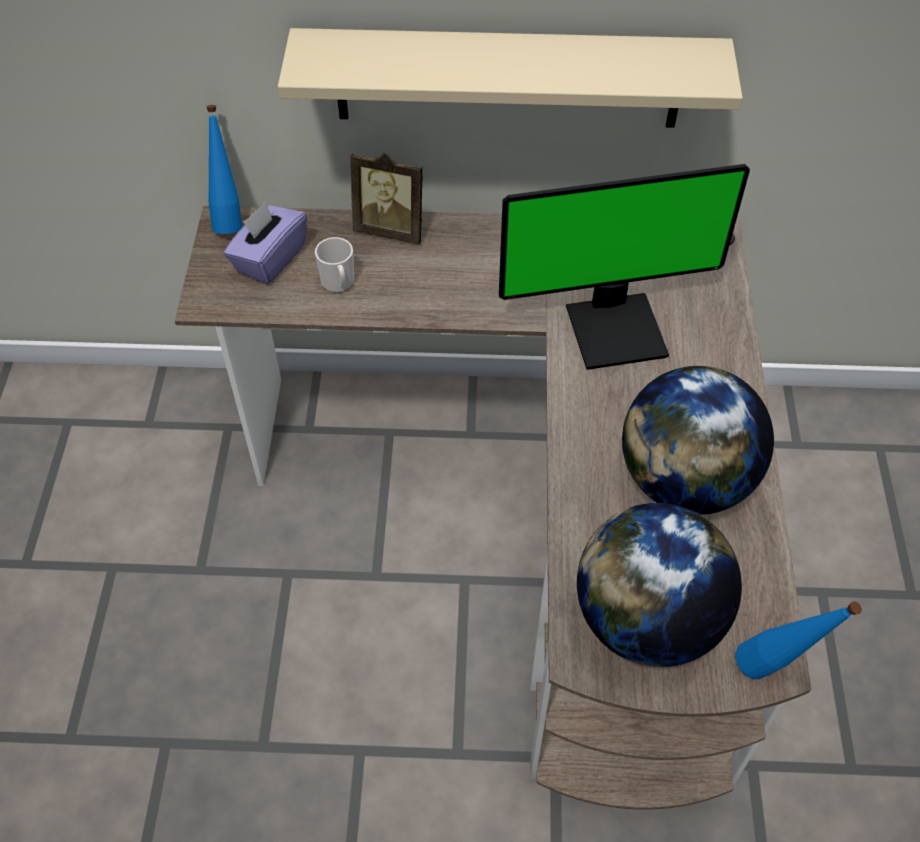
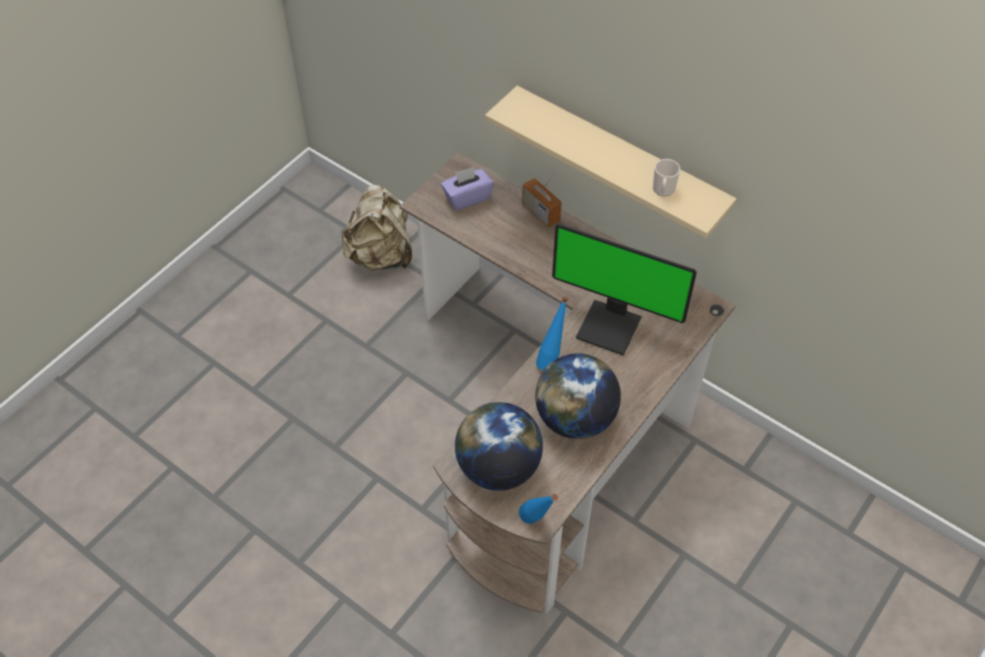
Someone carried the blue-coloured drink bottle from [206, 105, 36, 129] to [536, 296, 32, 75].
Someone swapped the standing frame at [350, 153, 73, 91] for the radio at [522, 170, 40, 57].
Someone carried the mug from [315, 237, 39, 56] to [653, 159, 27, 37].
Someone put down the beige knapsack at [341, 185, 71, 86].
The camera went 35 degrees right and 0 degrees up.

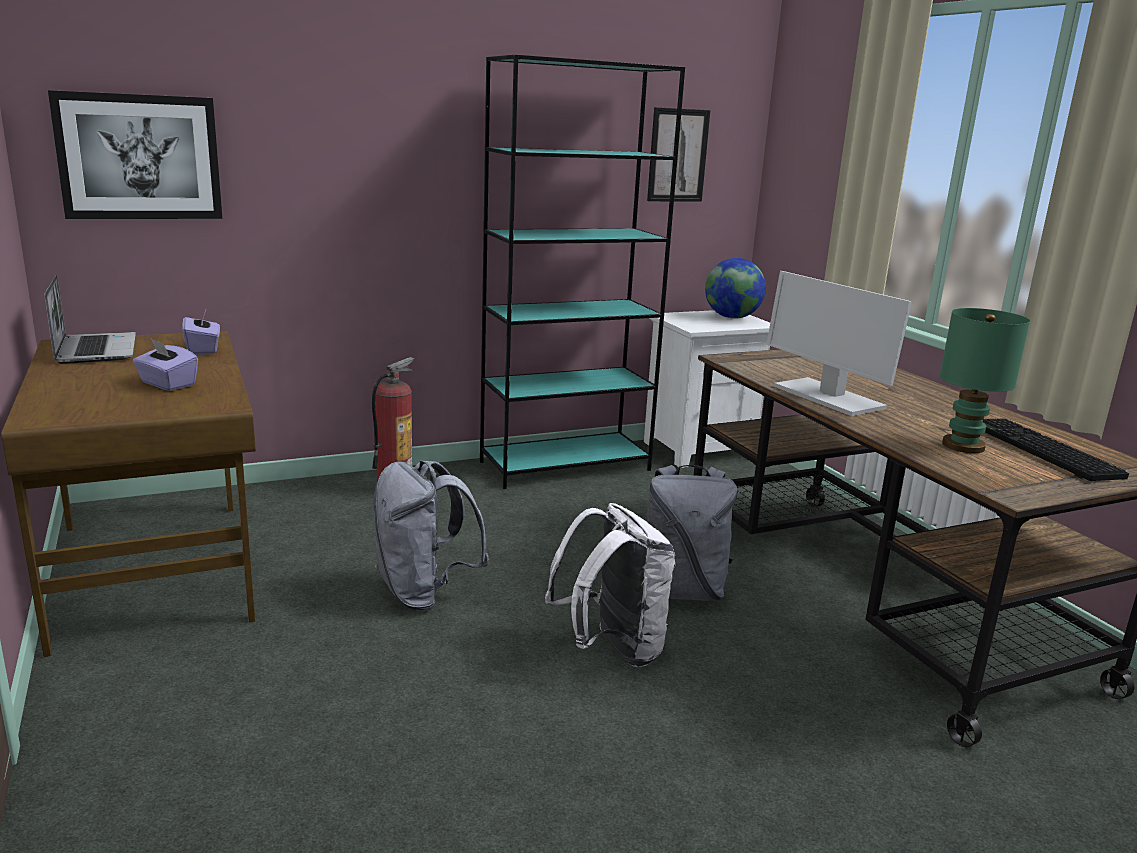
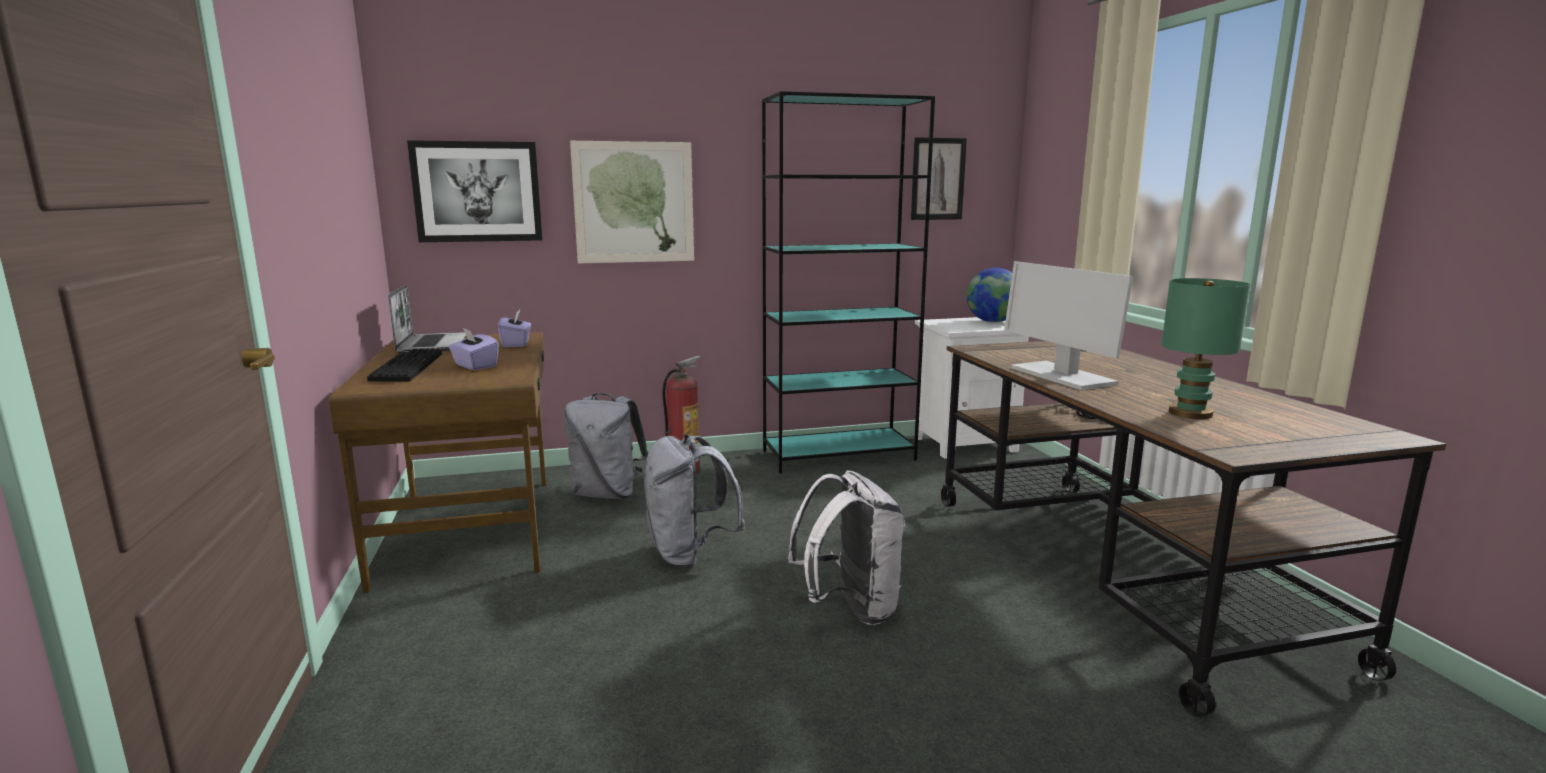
Someone carried the keyboard from [983, 418, 146, 63] to [367, 349, 75, 33].
Someone carried the greyish knapsack from [645, 465, 93, 136] to [564, 393, 84, 106].
Someone put up the picture at [570, 141, 124, 122].
The camera went 10 degrees right and 5 degrees down.

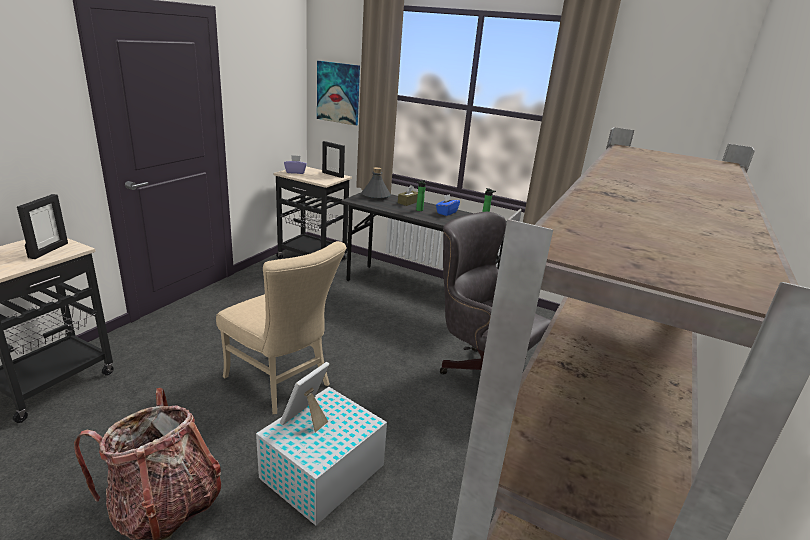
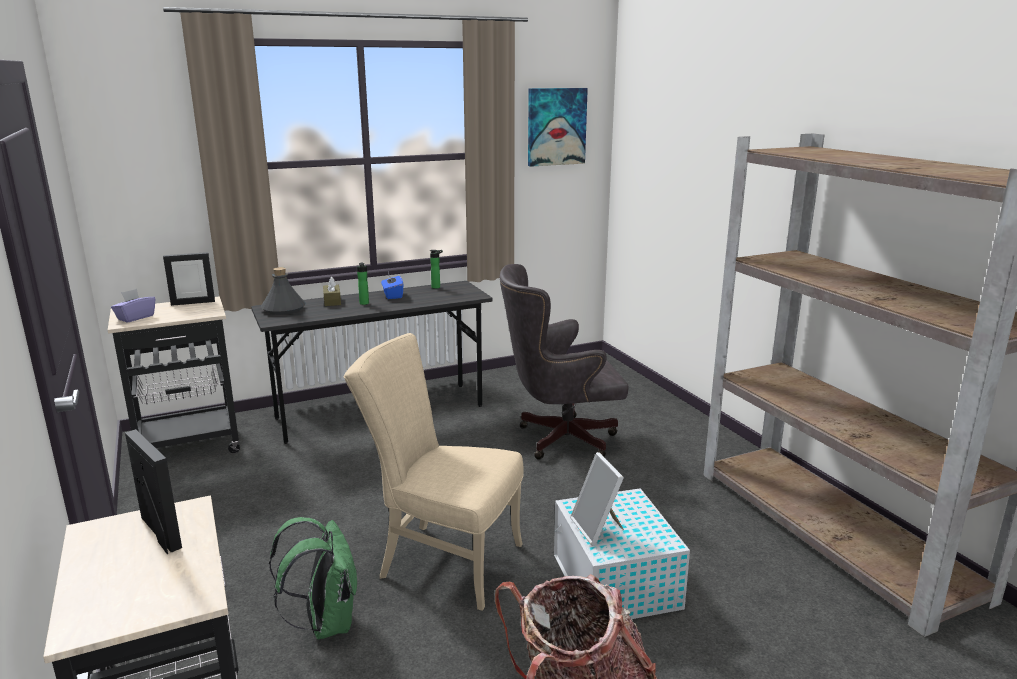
Someone carried the picture from [317, 61, 43, 65] to [528, 88, 60, 79].
Someone rotated the beige plain chair at [216, 241, 131, 173] by 150 degrees counterclockwise.
Someone put down the green knapsack at [269, 517, 88, 123].
The camera went 50 degrees left and 5 degrees down.

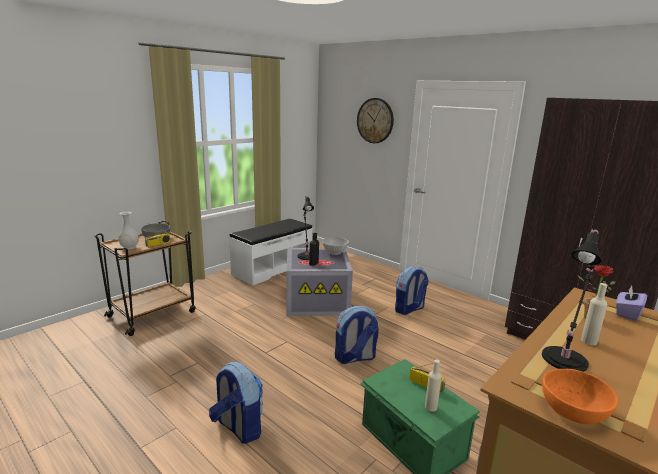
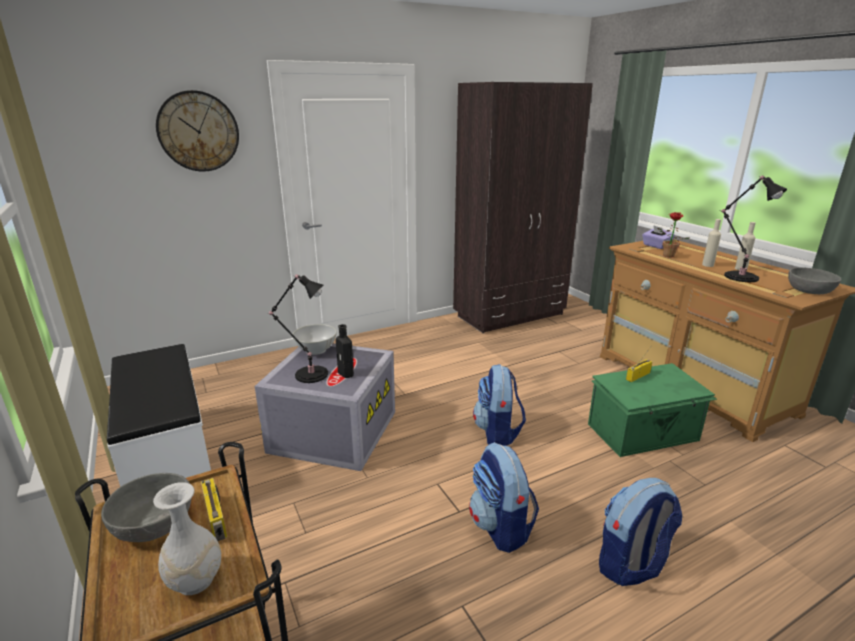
Someone carried the knapsack from [395, 266, 34, 49] to [469, 442, 70, 111].
Someone carried the beige drink bottle from [425, 360, 17, 52] to [735, 222, 21, 48].
Someone repainted the orange-coloured bowl at [542, 369, 76, 55], which became the greyish bowl at [788, 267, 53, 27].
The camera went 70 degrees left and 5 degrees up.

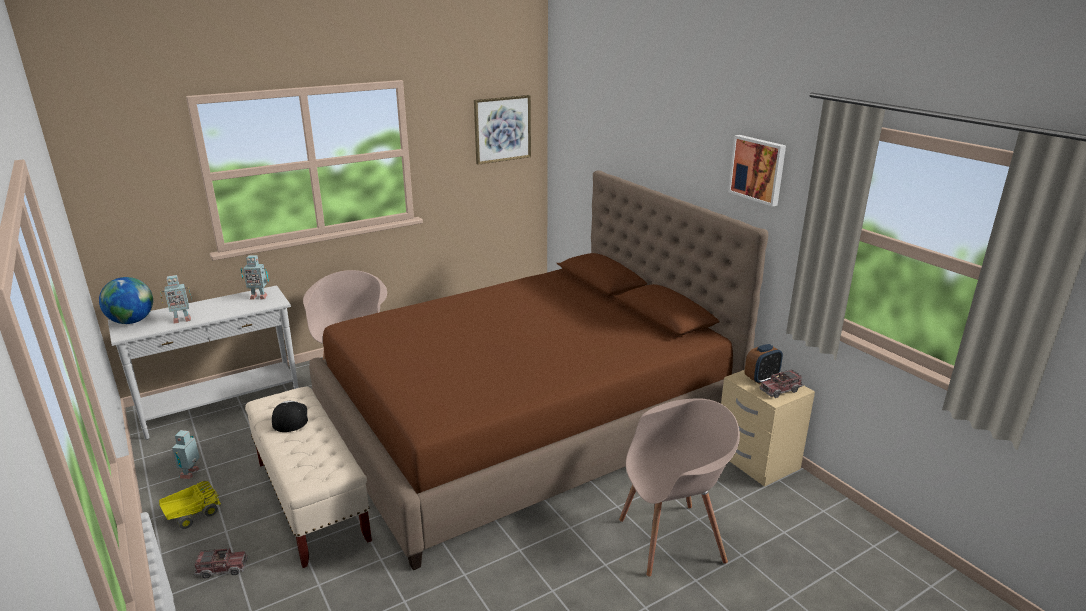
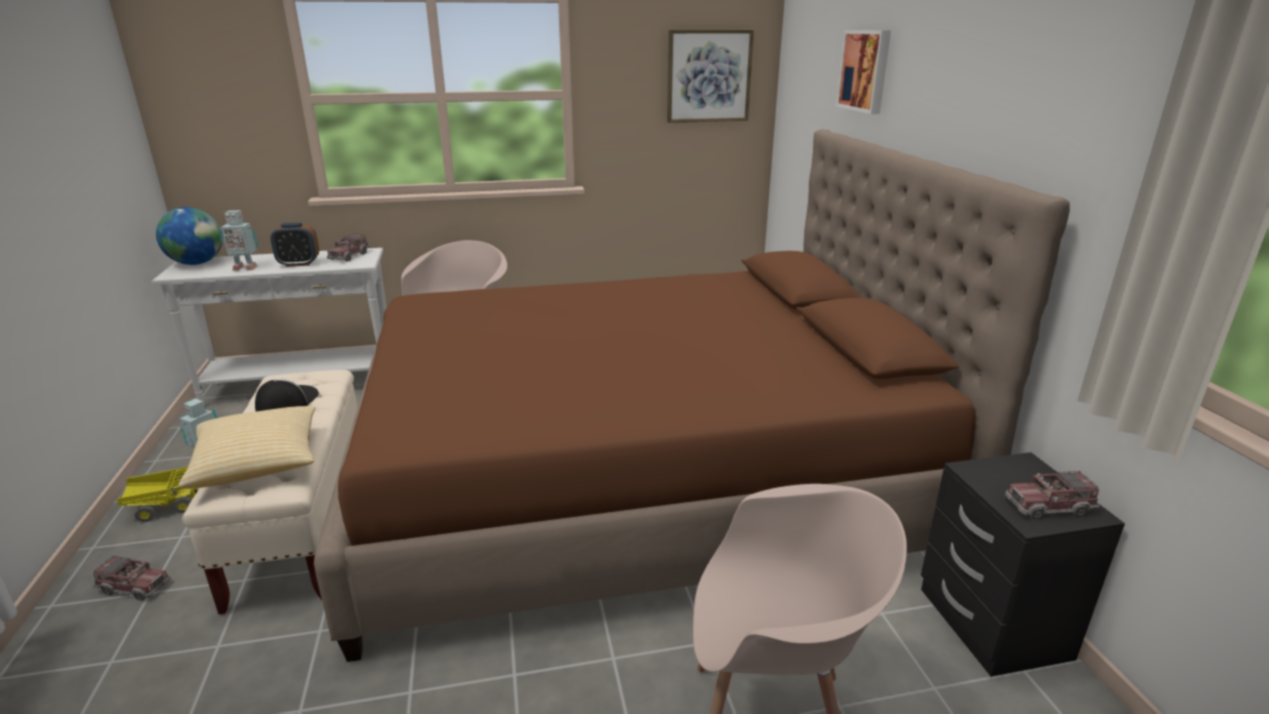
Someone carried the picture from [728, 135, 58, 72] to [836, 30, 55, 84].
Someone swapped the toy robot at [241, 255, 28, 45] for the model truck at [327, 234, 43, 27].
Someone carried the bedside clock from [745, 344, 38, 40] to [270, 223, 49, 44].
Someone repainted the beige bedside table at [721, 370, 94, 117], which became the black-coloured bedside table at [921, 452, 204, 225].
Someone put down the throw pillow at [179, 406, 136, 83].
The camera went 20 degrees right and 0 degrees up.

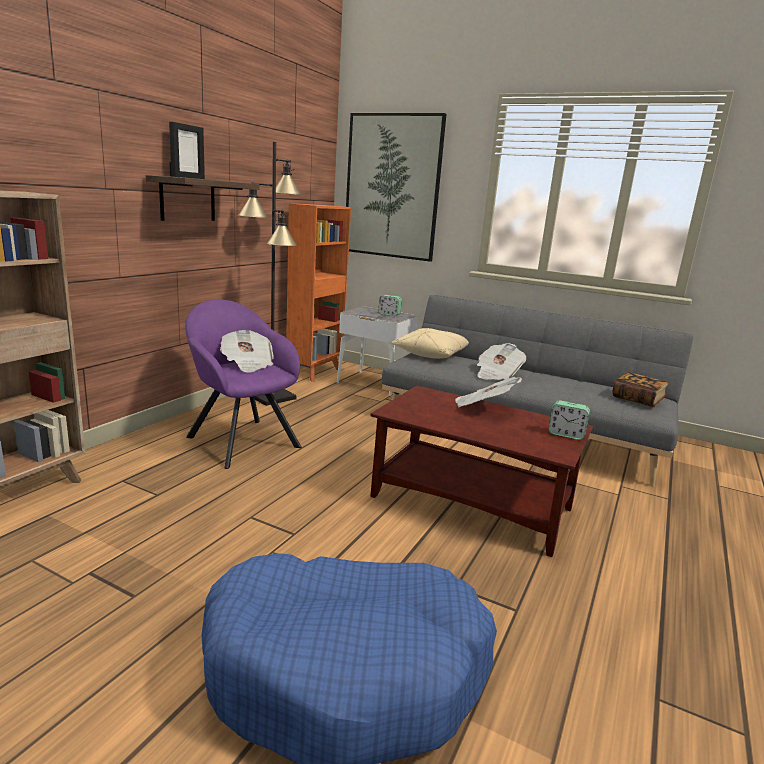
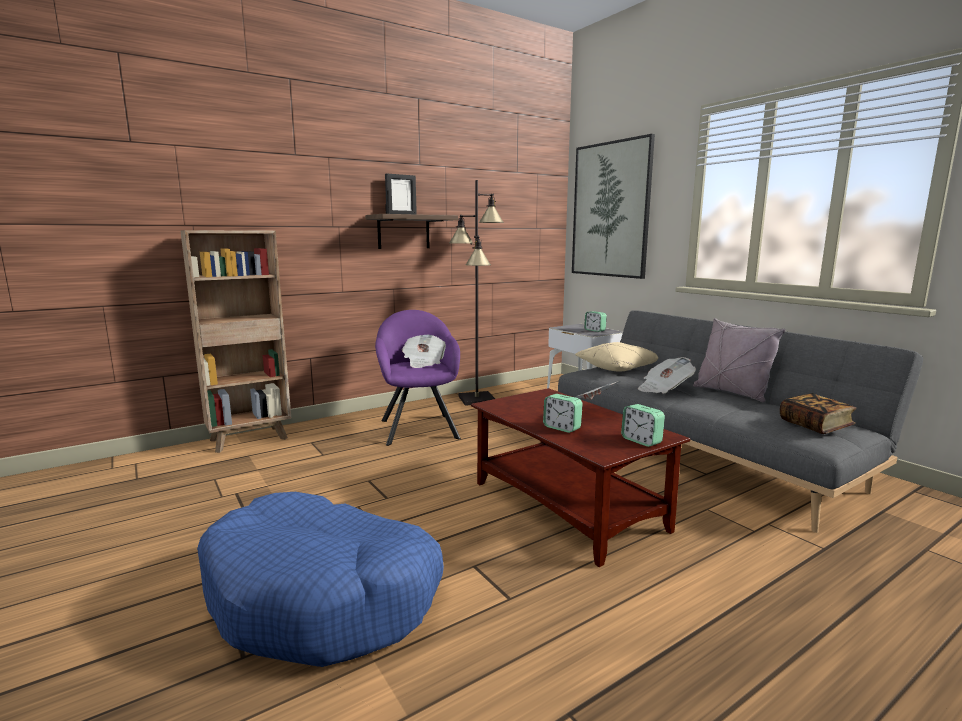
Someone took away the orange-coloured bookcase at [286, 203, 65, 179].
Someone put down the purple throw pillow at [693, 318, 93, 84].
Someone put down the bedside clock at [543, 394, 40, 39].
The camera went 30 degrees right and 5 degrees down.

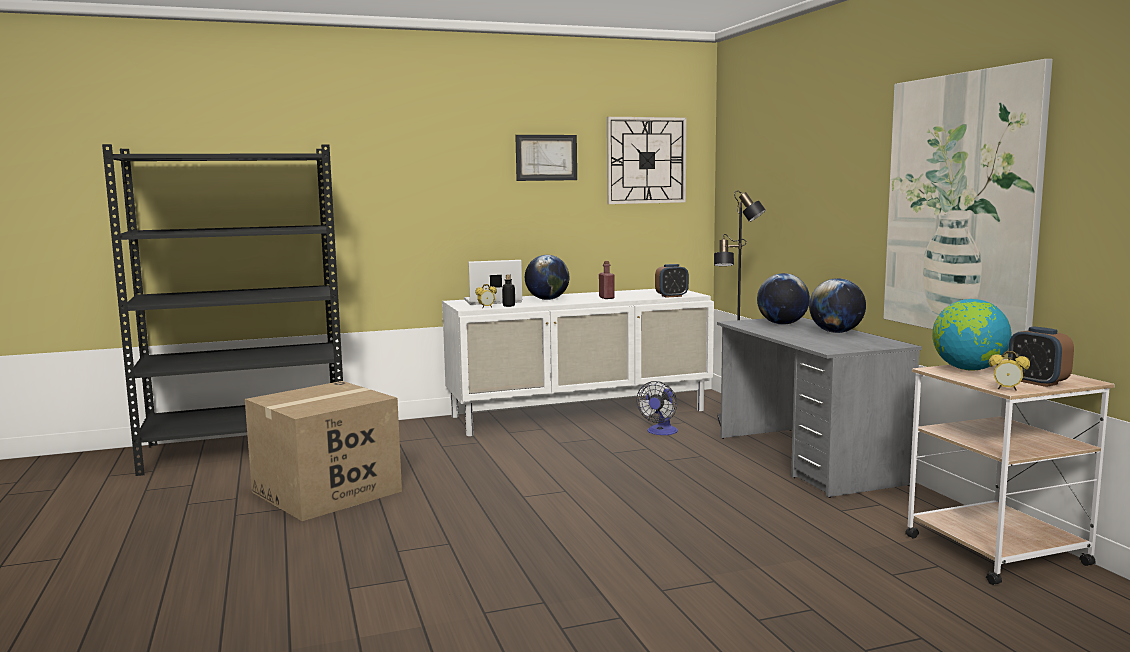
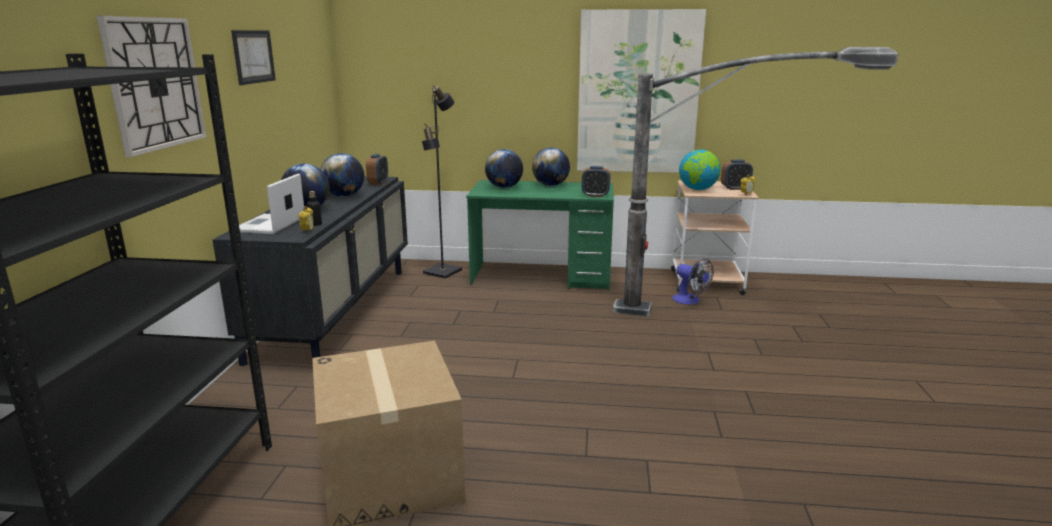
Someone carried the wall clock from [607, 117, 80, 87] to [97, 16, 109, 141].
Someone swapped the red-coloured drink bottle at [599, 261, 16, 38] for the world globe at [320, 153, 44, 44].
Someone repainted the whitish cupboard at [442, 289, 272, 147], which became the black-coloured cupboard at [213, 176, 195, 190].
Someone repainted the greyish desk at [717, 317, 205, 181], which became the green desk at [466, 180, 148, 111].
Someone carried the electric fan from [637, 381, 41, 54] to [672, 259, 42, 46].
Someone put down the standing lamp at [613, 47, 285, 270].
Someone put down the bedside clock at [582, 166, 29, 31].
The camera went 65 degrees left and 10 degrees up.

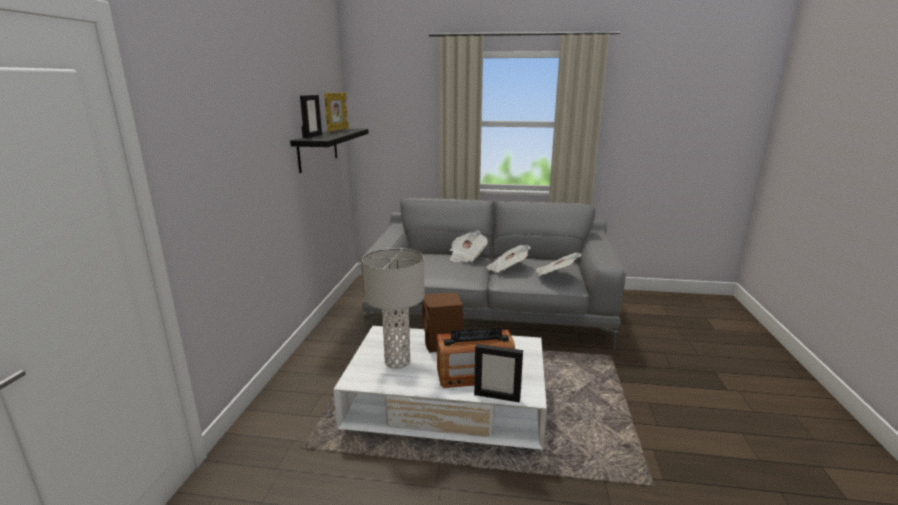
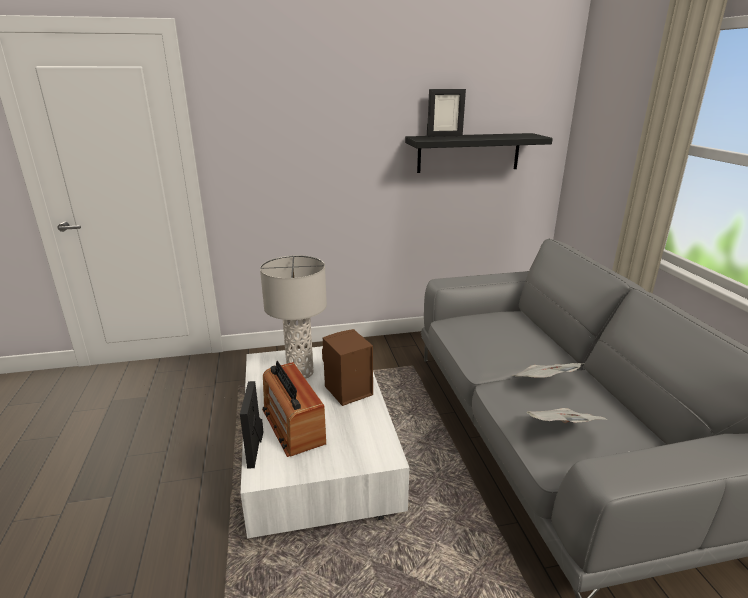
Someone took away the standing frame at [324, 92, 25, 40].
Someone took away the daily paper at [450, 231, 38, 31].
The camera went 70 degrees right and 5 degrees up.

